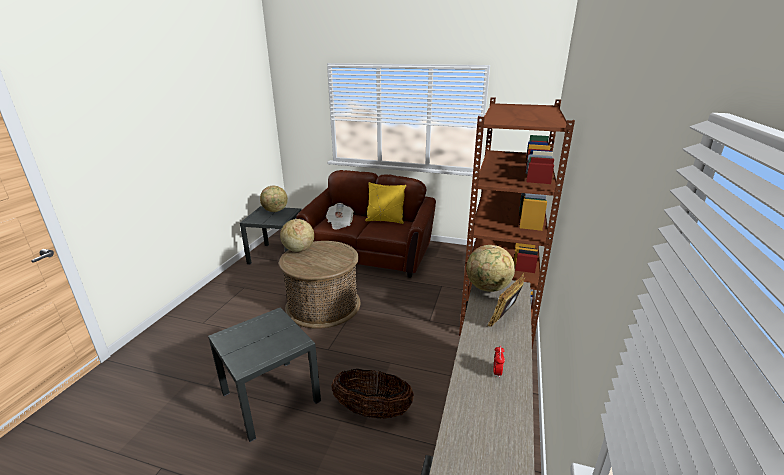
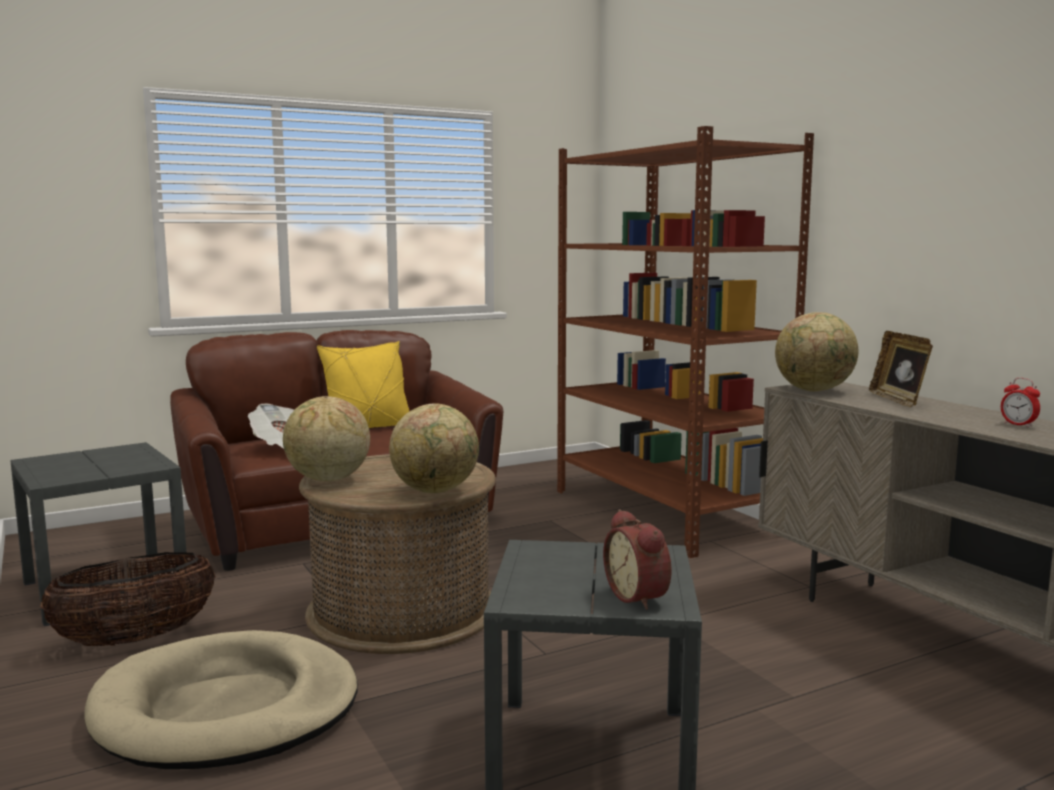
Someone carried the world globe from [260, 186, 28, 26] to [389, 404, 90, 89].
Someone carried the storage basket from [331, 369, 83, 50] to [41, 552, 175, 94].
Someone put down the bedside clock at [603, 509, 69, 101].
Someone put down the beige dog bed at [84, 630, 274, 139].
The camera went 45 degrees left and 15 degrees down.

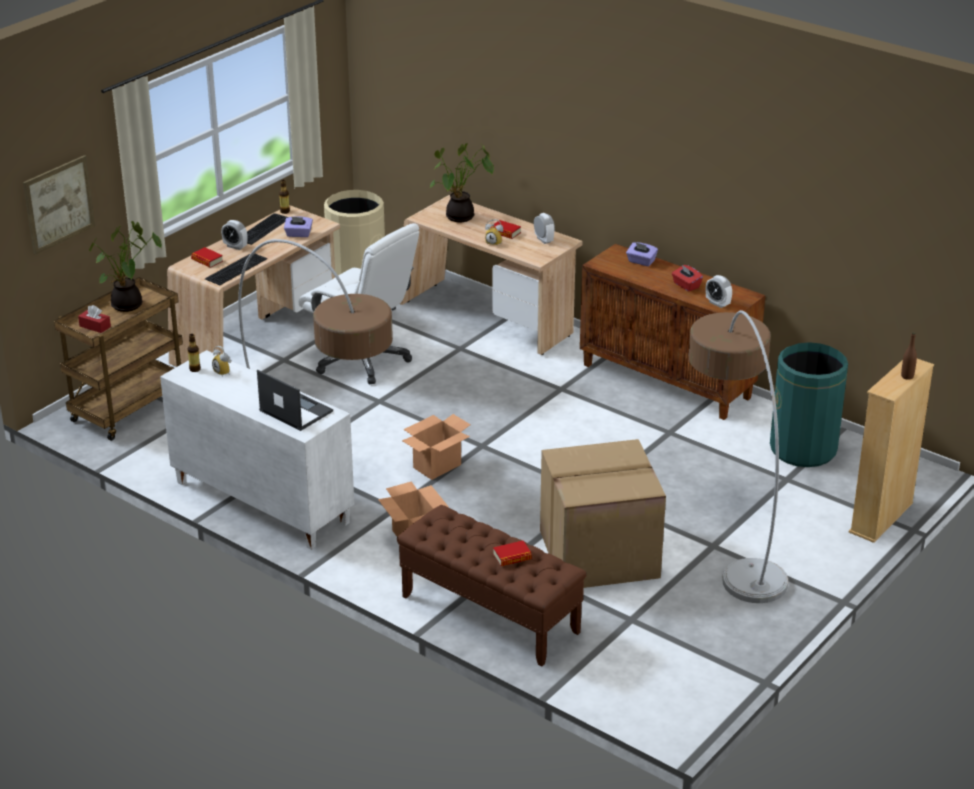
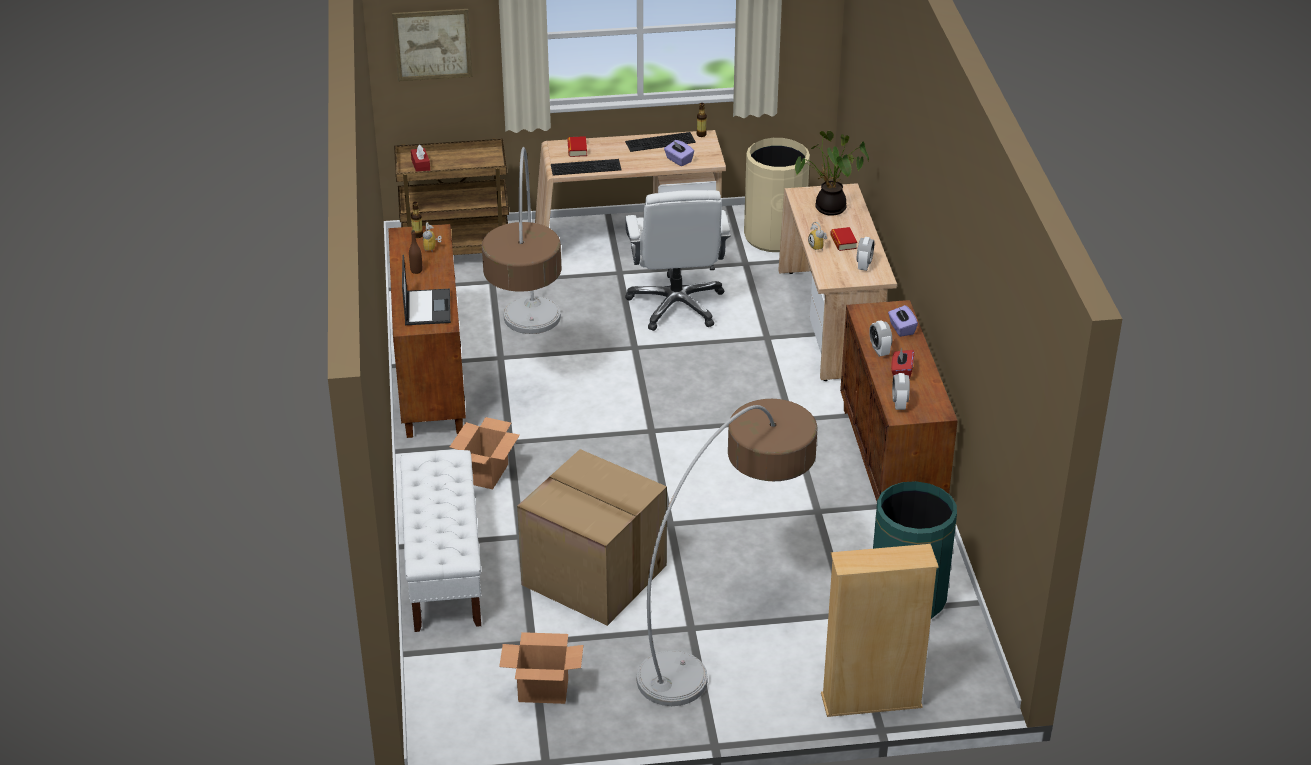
Someone carried the bedside clock from [221, 220, 27, 30] to [869, 320, 23, 37].
Someone took away the plant in a pot at [89, 221, 73, 91].
Someone carried the brown-coloured drink bottle from [901, 332, 16, 48] to [409, 230, 13, 44].
Someone repainted the whitish cupboard at [160, 350, 194, 200], which became the brown-coloured cupboard at [388, 224, 78, 214].
Someone carried the packing box from [402, 414, 69, 66] to [499, 632, 84, 72].
Someone repainted the brown-coloured long seat at [397, 505, 190, 162], which became the whitish long seat at [400, 450, 81, 182].
Someone took away the bound book at [493, 541, 39, 25].
The camera went 45 degrees right and 5 degrees up.

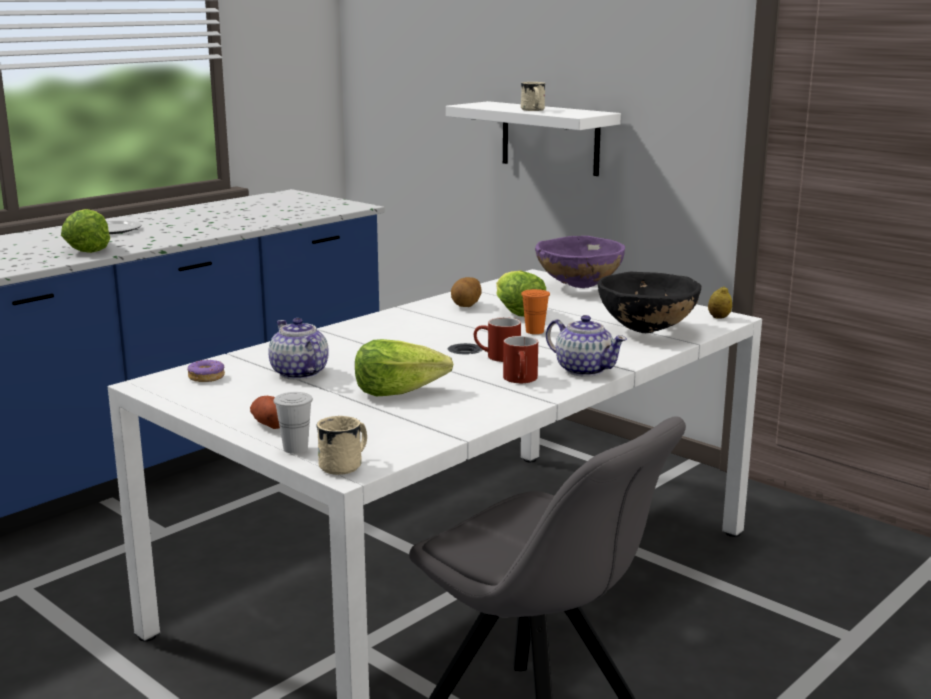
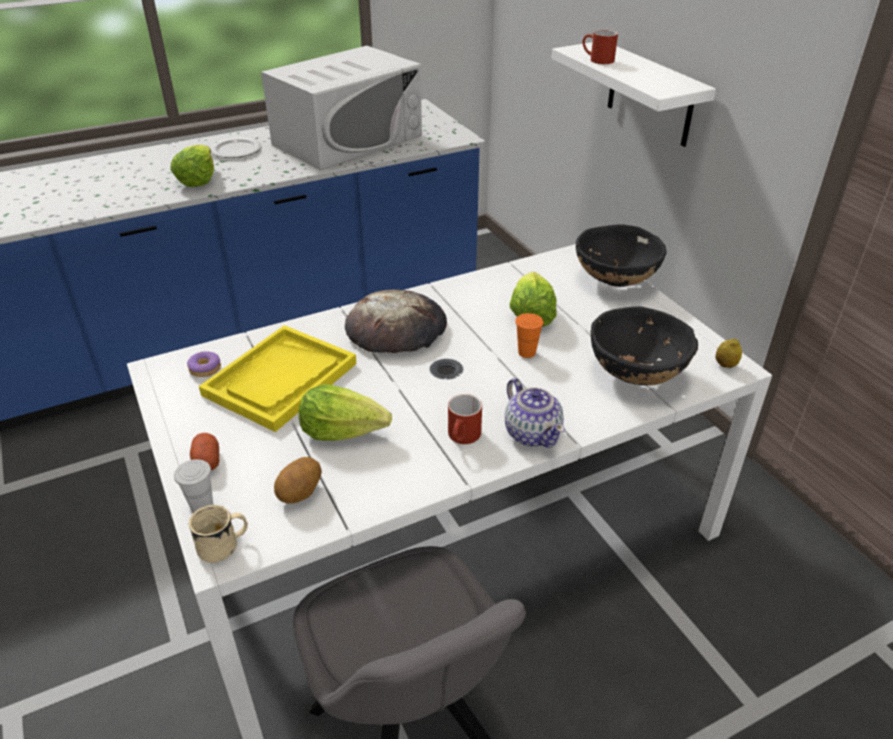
Someone took away the beige mug at [521, 82, 24, 29].
Someone repainted the purple bowl at [535, 236, 90, 52], which became the black-coloured bowl at [576, 224, 91, 63].
Someone carried the spud from [451, 277, 31, 30] to [274, 457, 48, 47].
Someone carried the red-coloured mug from [474, 317, 47, 45] to [583, 30, 35, 34].
Someone swapped the tea pot at [268, 318, 61, 62] for the yellowish serving tray at [199, 325, 158, 107].
Someone put down the whitish microwave at [261, 46, 161, 124].
Someone put down the baked bread at [345, 289, 102, 64].
The camera went 20 degrees right and 20 degrees up.

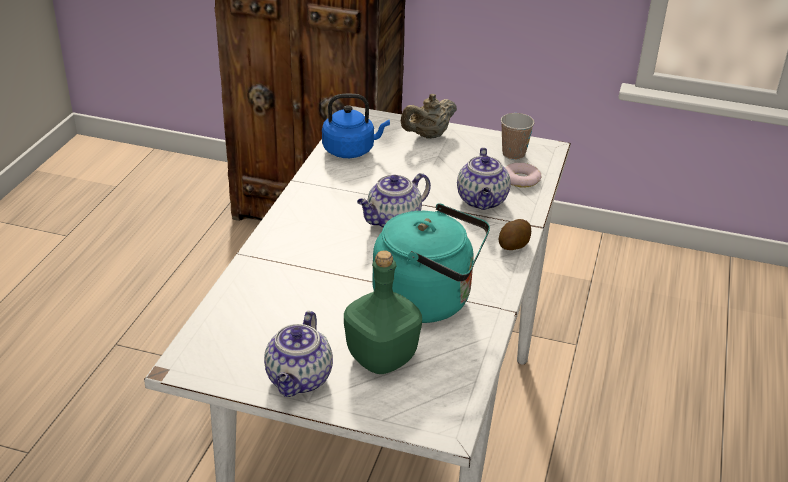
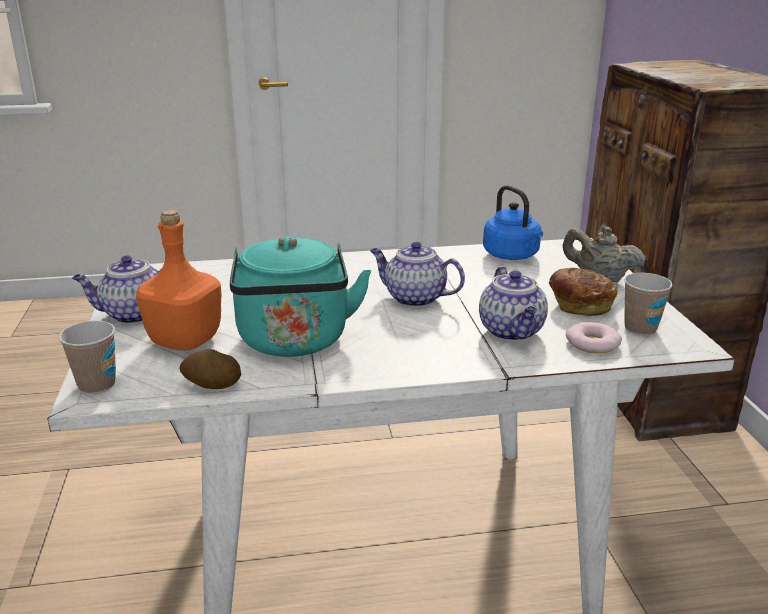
Someone rotated the tea pot at [457, 148, 54, 62] by 75 degrees counterclockwise.
Someone carried the spud from [499, 219, 32, 31] to [180, 349, 61, 40].
Someone repainted the green drink bottle at [344, 250, 78, 124], which became the orange-coloured drink bottle at [136, 210, 85, 140].
Someone put down the baked bread at [549, 268, 69, 48].
Someone put down the drinking cup at [59, 321, 57, 73].
The camera went 65 degrees right and 10 degrees down.

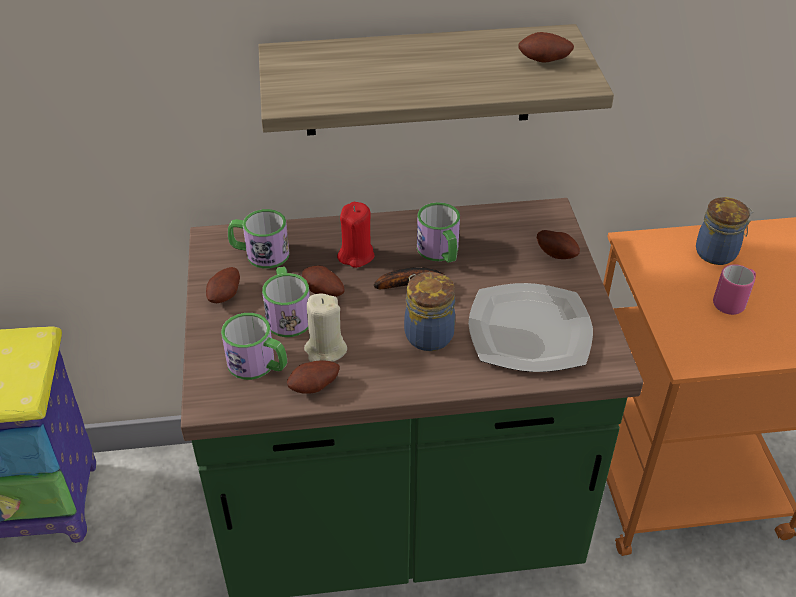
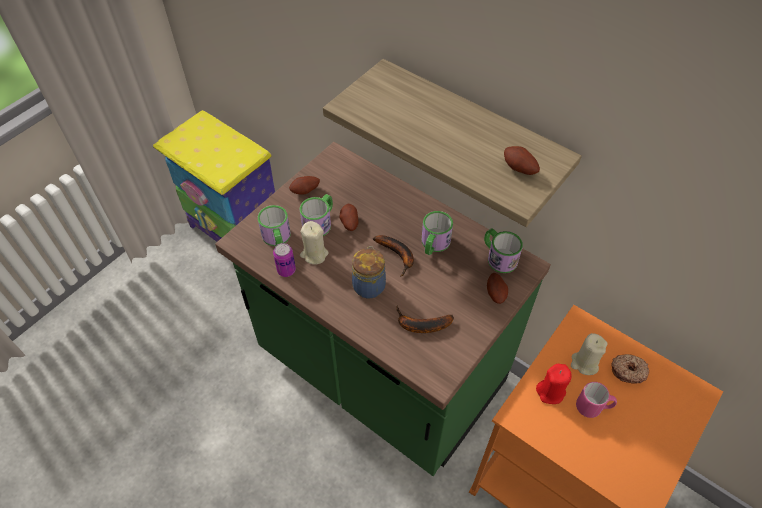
Someone swapped the jar at [696, 197, 57, 68] for the doughnut at [611, 354, 38, 30].
Someone carried the red-coloured candle from [337, 202, 38, 66] to [536, 364, 35, 40].
Someone carried the mug from [228, 209, 61, 60] to [484, 228, 39, 45].
Someone swapped the dinner plate at [468, 283, 125, 89] for the whole banana at [396, 305, 58, 28].
Someone swapped the spud at [287, 360, 53, 34] for the metal can at [273, 243, 23, 34].
Someone put down the beige candle at [571, 333, 37, 42].
The camera went 45 degrees right and 10 degrees up.

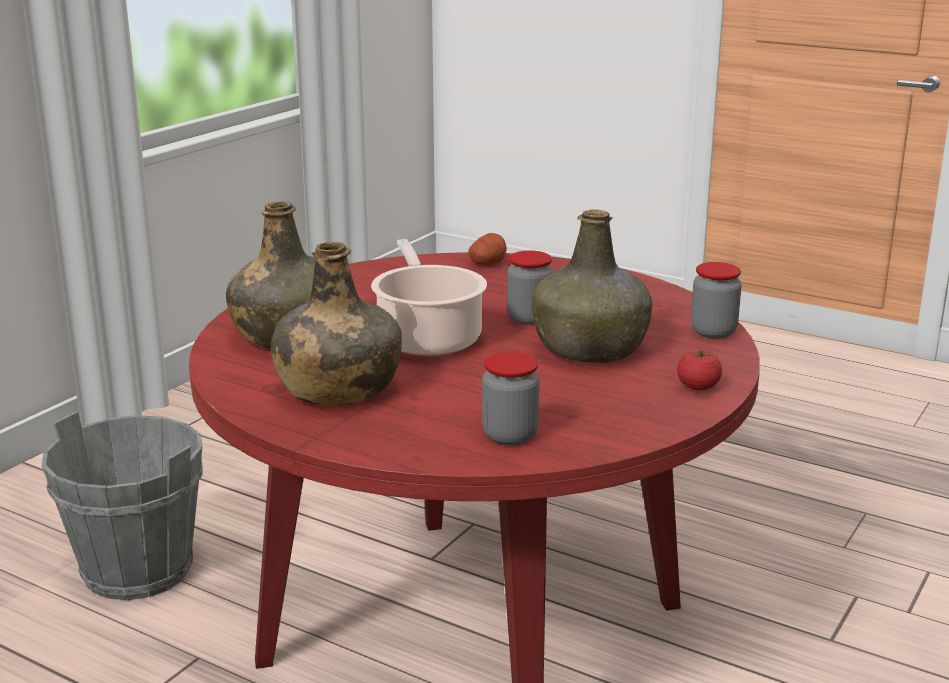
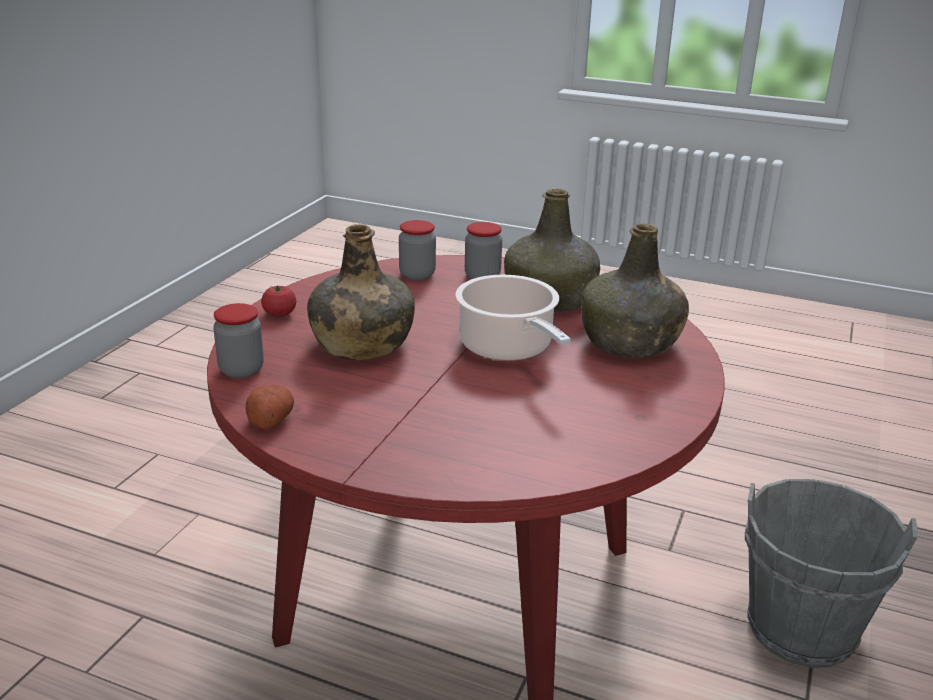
Someone carried the spud from [468, 233, 39, 32] to [246, 385, 48, 45].
Someone carried the jar from [507, 251, 46, 74] to [465, 222, 37, 57].
The camera went 170 degrees right and 5 degrees up.

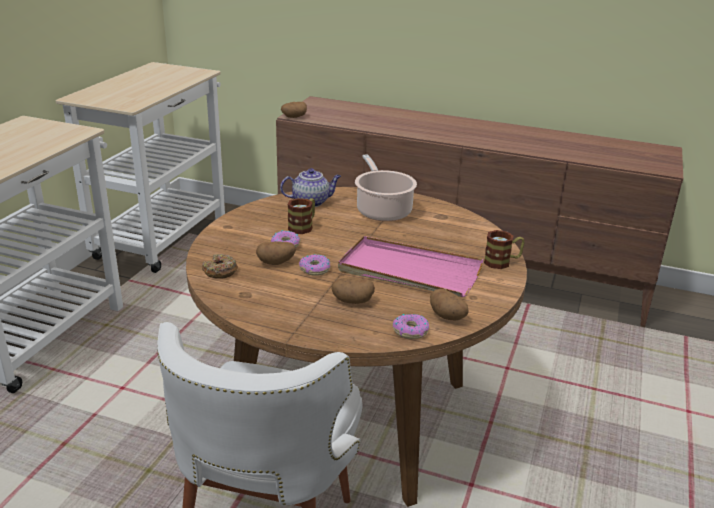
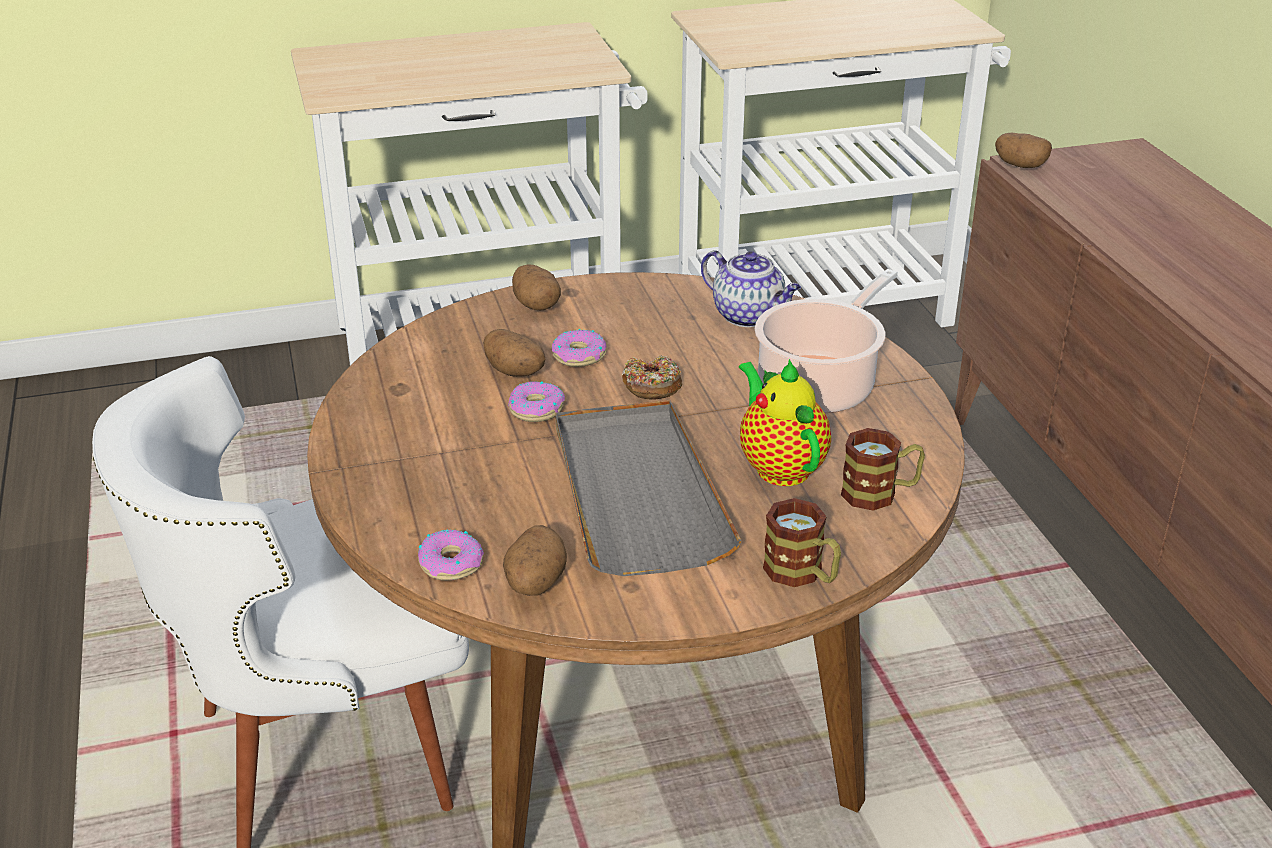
Someone carried the mug from [287, 198, 28, 36] to [841, 428, 84, 83].
Someone repainted the pinkish serving tray at [338, 236, 146, 61], which became the greyish serving tray at [556, 400, 186, 176].
Someone carried the doughnut from [202, 254, 36, 25] to [622, 355, 60, 45].
Someone carried the spud from [332, 277, 43, 27] to [512, 265, 49, 45].
Someone put down the tea pot at [739, 359, 92, 127].
The camera went 55 degrees right and 5 degrees up.

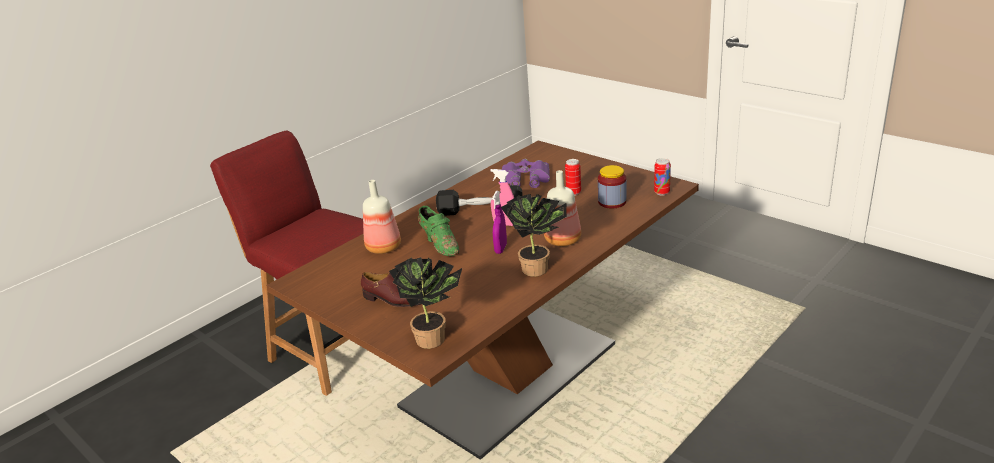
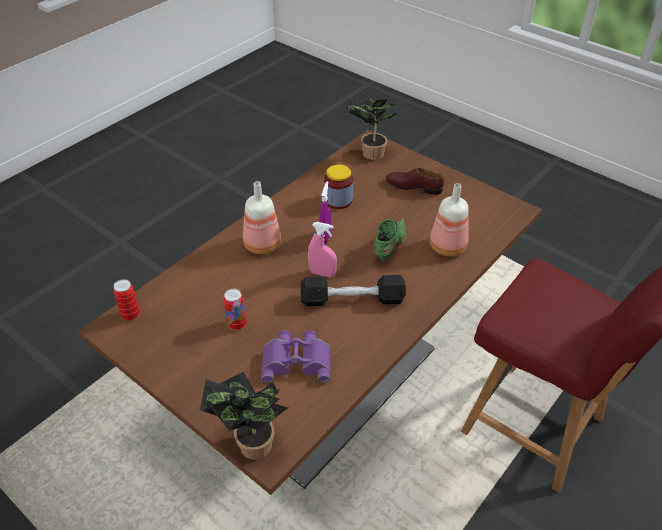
Someone carried the jar from [598, 165, 28, 44] to [324, 164, 29, 45].
Someone carried the plant in a pot from [501, 194, 66, 83] to [200, 371, 88, 89].
Someone rotated the green low shoe at [418, 206, 41, 50] by 60 degrees clockwise.
The camera went 175 degrees right and 15 degrees up.

